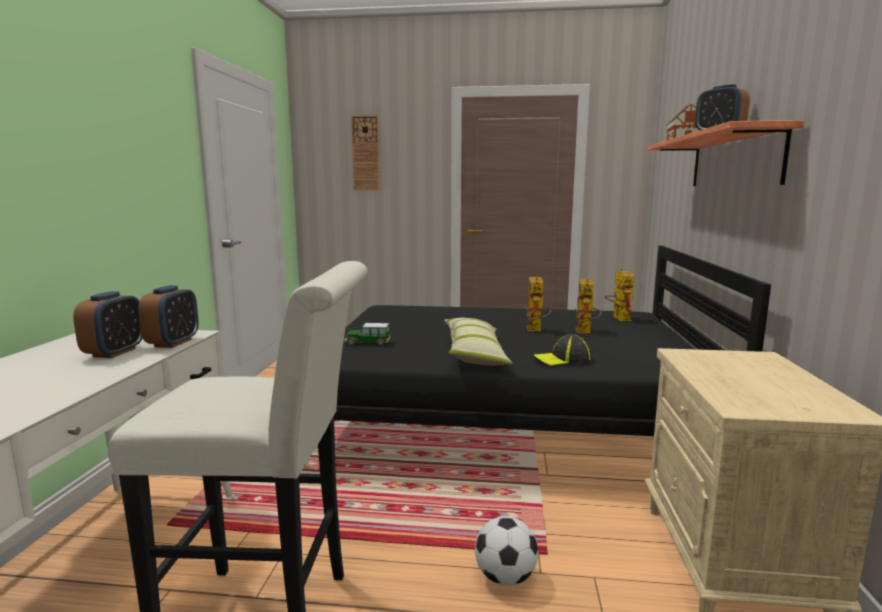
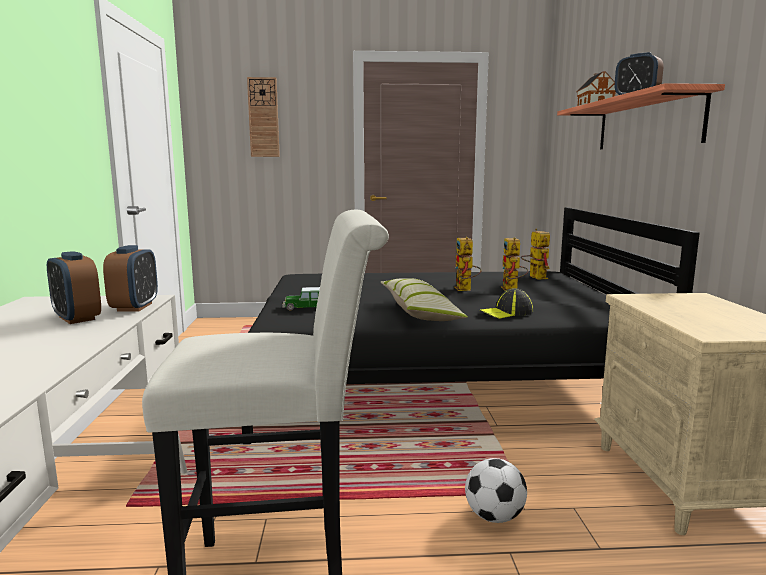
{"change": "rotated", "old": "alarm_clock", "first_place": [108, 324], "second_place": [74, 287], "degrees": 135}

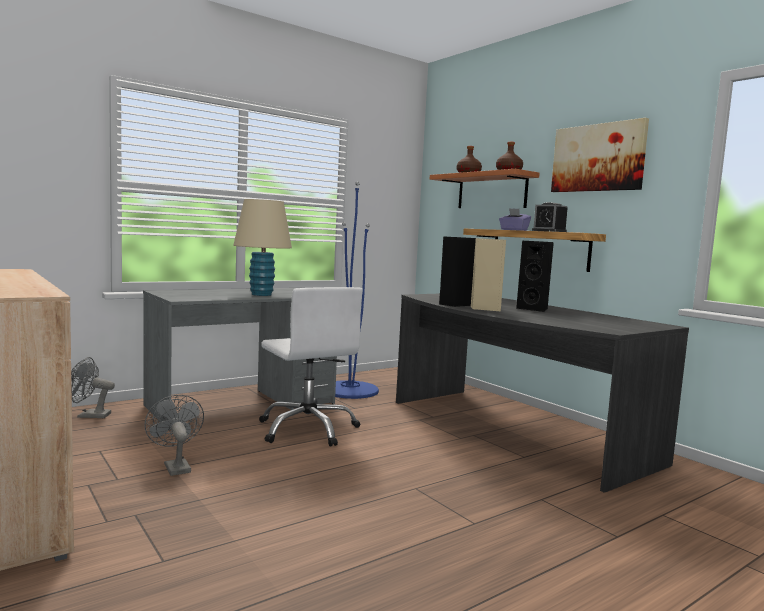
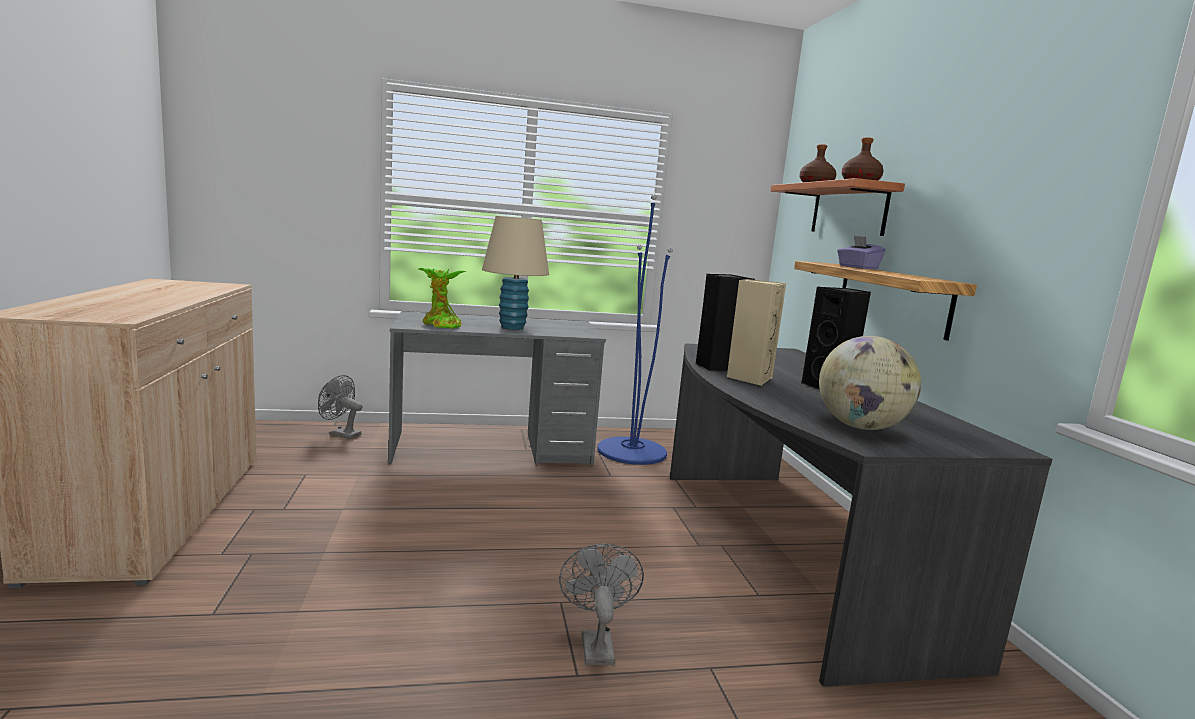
{"change": "gone", "old": "white_office_chair", "first_place": [311, 367]}
{"change": "gone", "old": "alarm_clock", "first_place": [550, 217]}
{"change": "gone", "old": "picture", "first_place": [600, 155]}
{"change": "new", "new": "potted_plant", "second_place": [442, 298]}
{"change": "new", "new": "globe", "second_place": [870, 383]}
{"change": "shifted", "old": "grey_fan", "first_place": [174, 435], "second_place": [601, 604]}

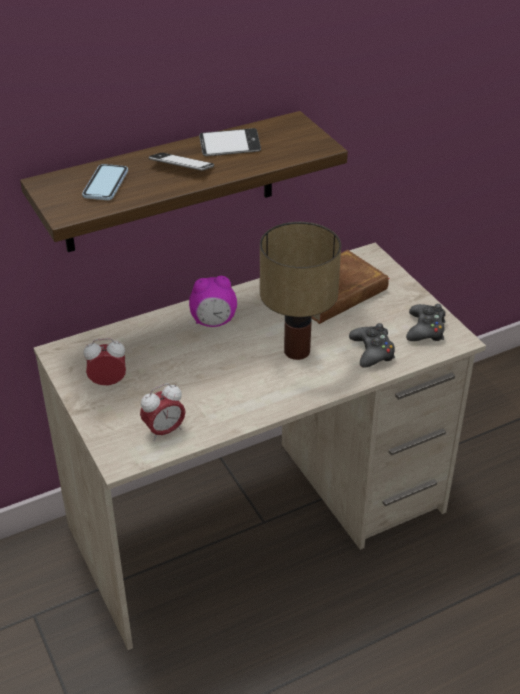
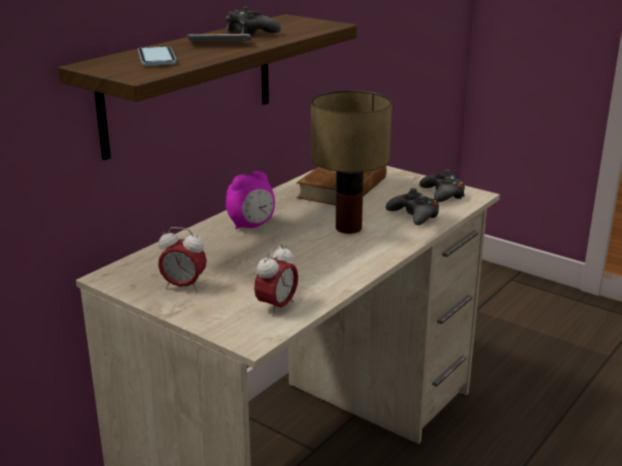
{"change": "swapped", "old": "phone", "new": "black_game_controller", "first_place": [230, 142], "second_place": [253, 21]}
{"change": "rotated", "old": "alarm_clock", "first_place": [104, 361], "second_place": [182, 259], "degrees": -135}

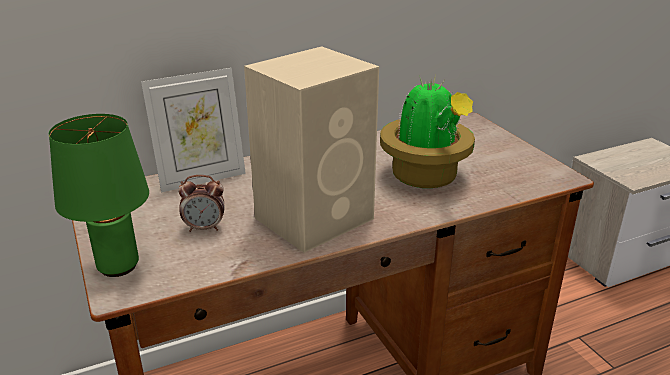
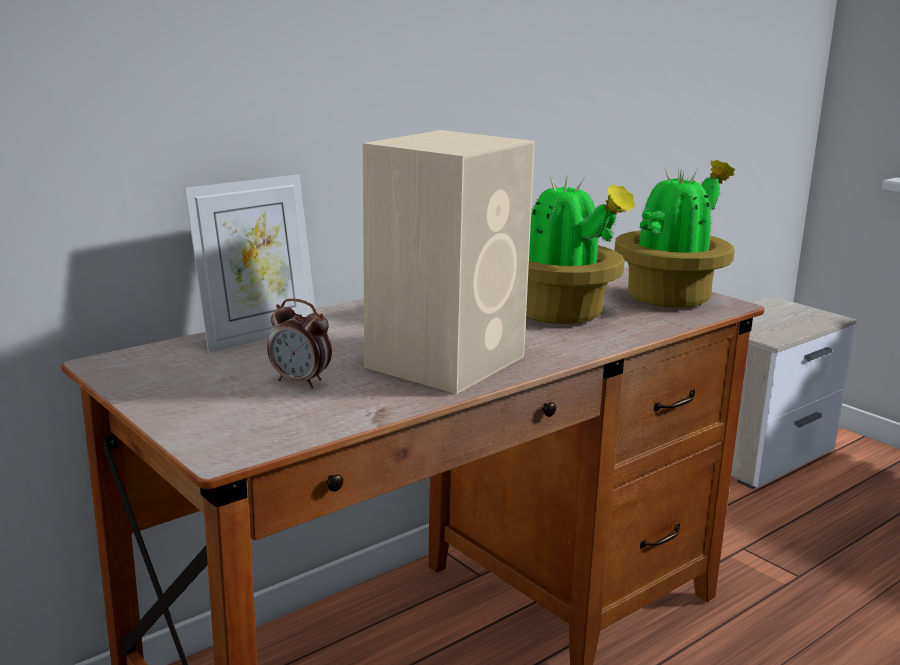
{"change": "gone", "old": "green_table_lamp", "first_place": [99, 195]}
{"change": "new", "new": "potted_plant", "second_place": [674, 234]}
{"change": "rotated", "old": "alarm_clock", "first_place": [201, 203], "second_place": [299, 343], "degrees": 45}

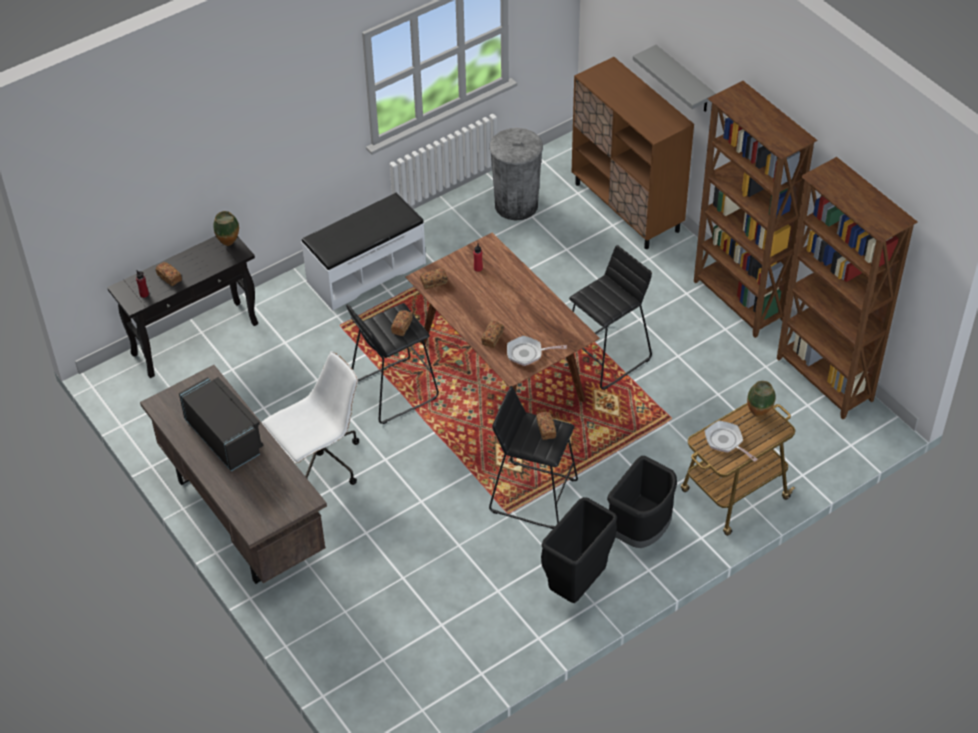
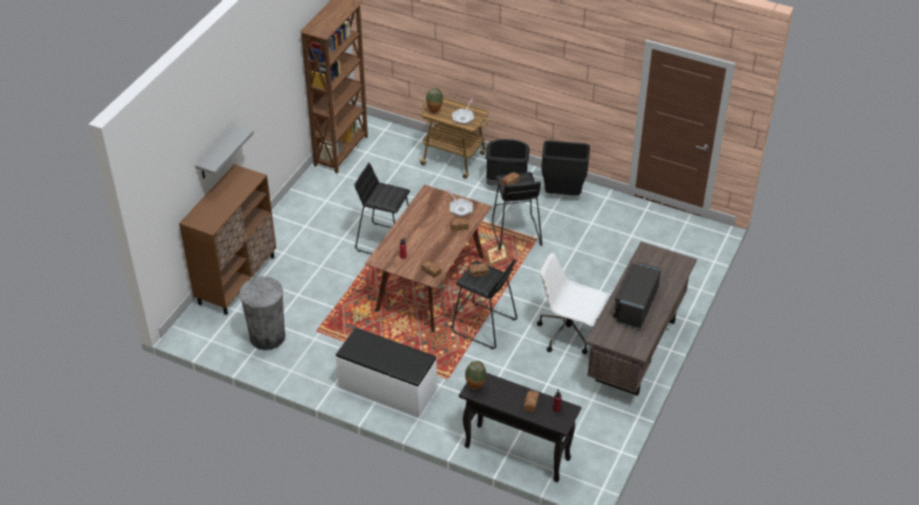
{"change": "gone", "old": "brown_bookcase", "first_place": [756, 209]}

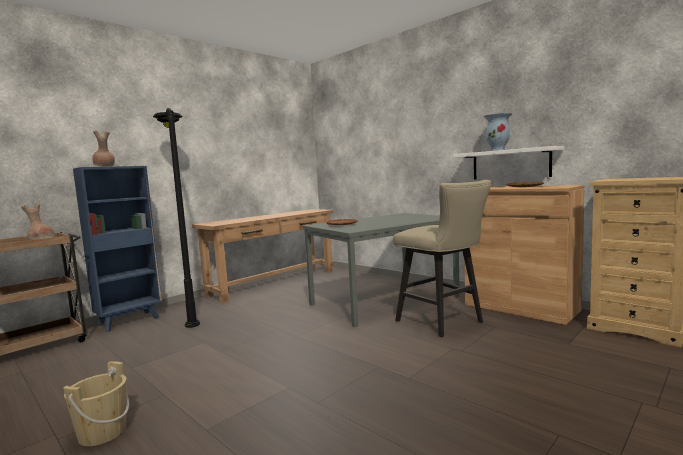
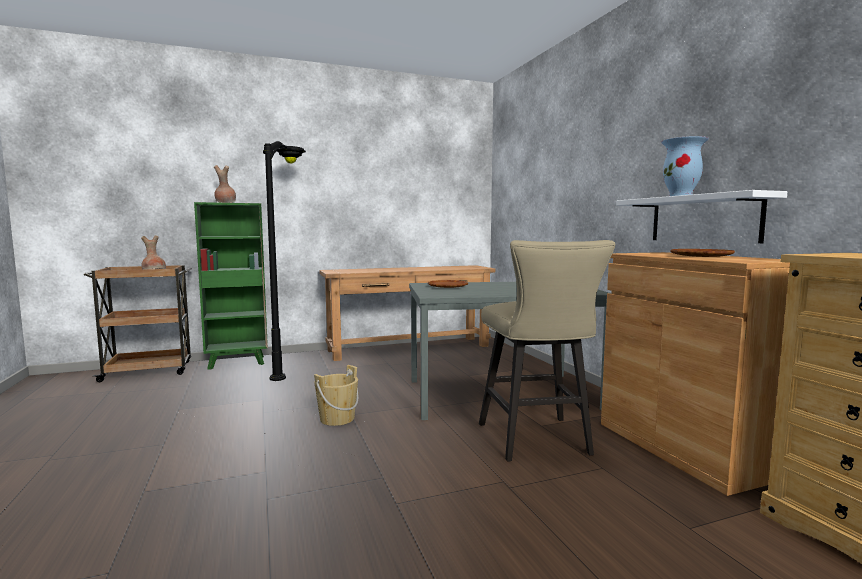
{"change": "shifted", "old": "beige_bucket", "first_place": [96, 403], "second_place": [336, 395]}
{"change": "repainted", "old": "blue_bookcase", "new": "green_bookcase", "first_place": [117, 249], "second_place": [231, 286]}

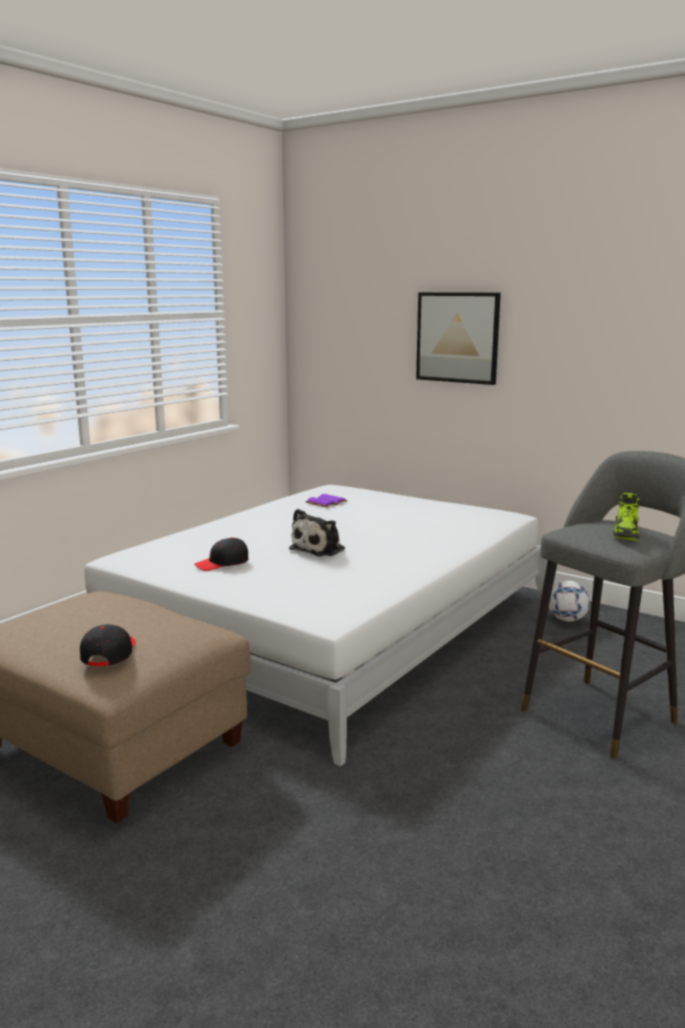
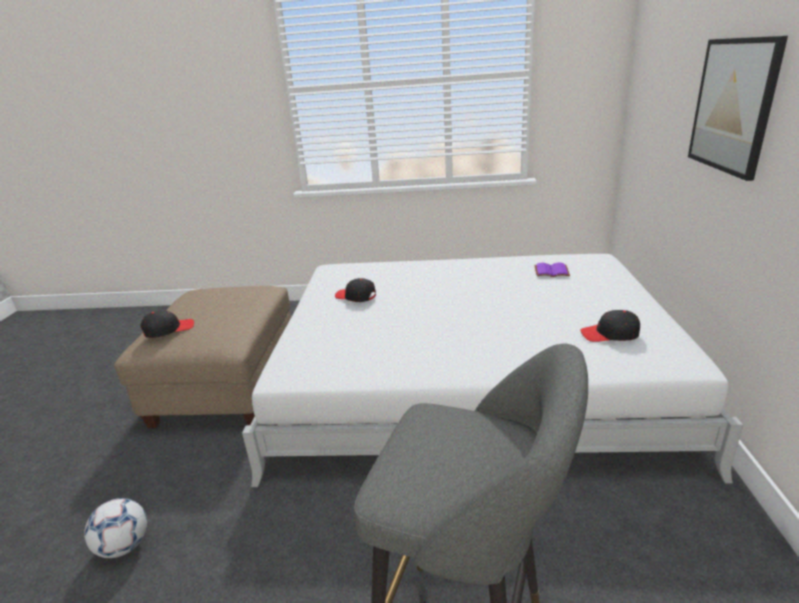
{"change": "gone", "old": "plush_toy", "first_place": [317, 532]}
{"change": "gone", "old": "shoe", "first_place": [626, 517]}
{"change": "new", "new": "black_cap", "second_place": [610, 326]}
{"change": "shifted", "old": "football", "first_place": [569, 601], "second_place": [115, 528]}

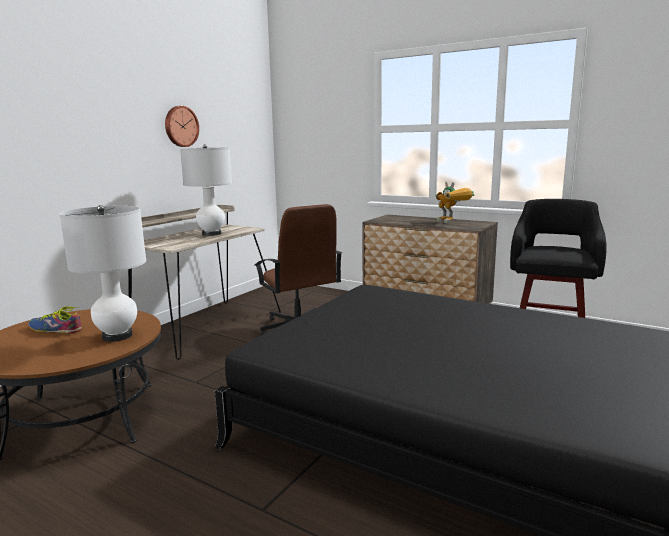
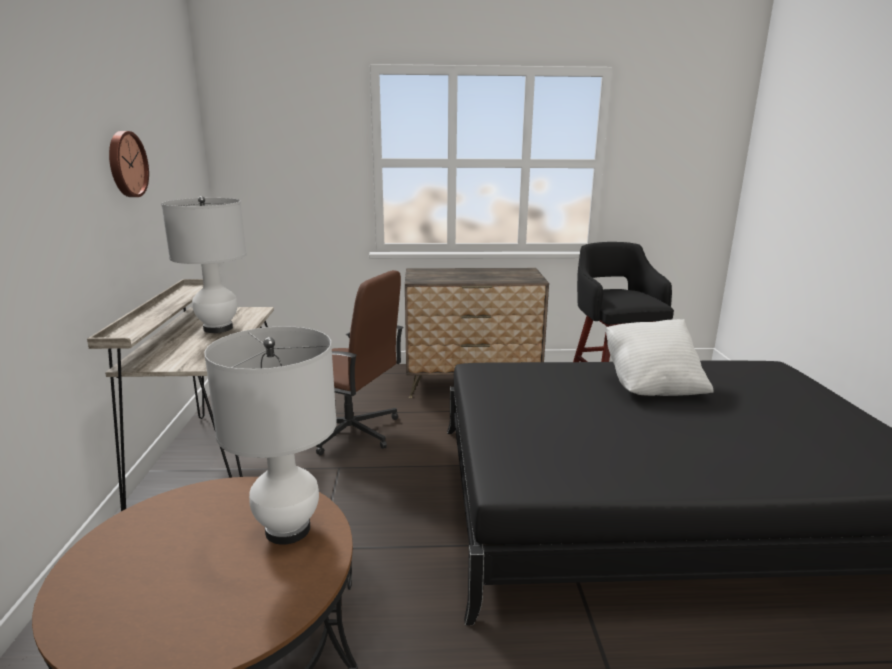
{"change": "gone", "old": "shoe", "first_place": [55, 320]}
{"change": "gone", "old": "toy_robot", "first_place": [454, 202]}
{"change": "new", "new": "white_pillow", "second_place": [659, 357]}

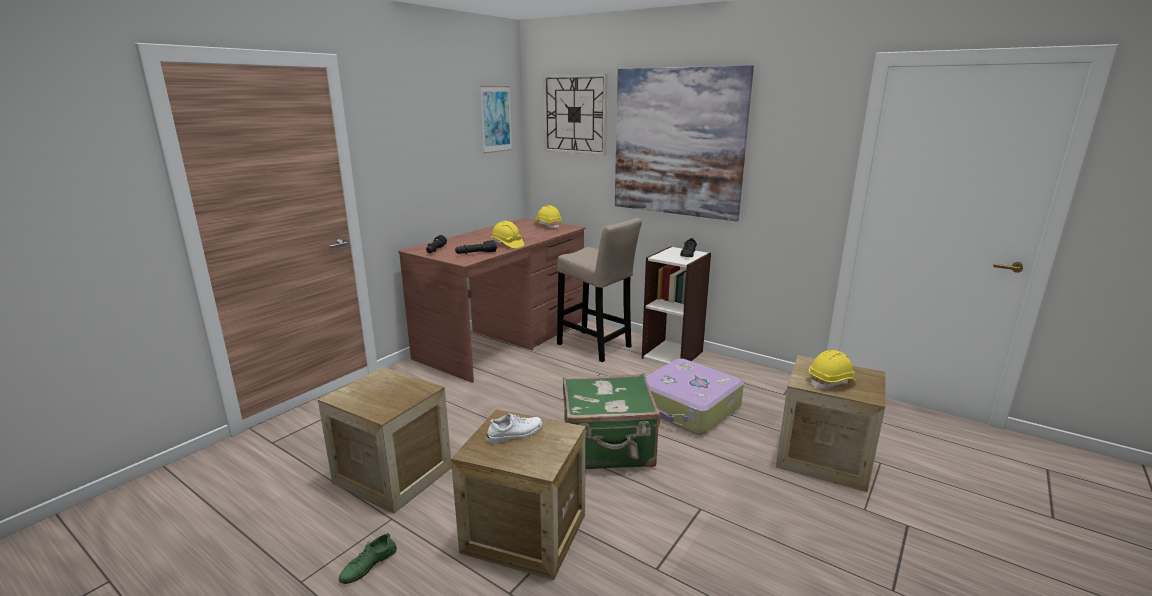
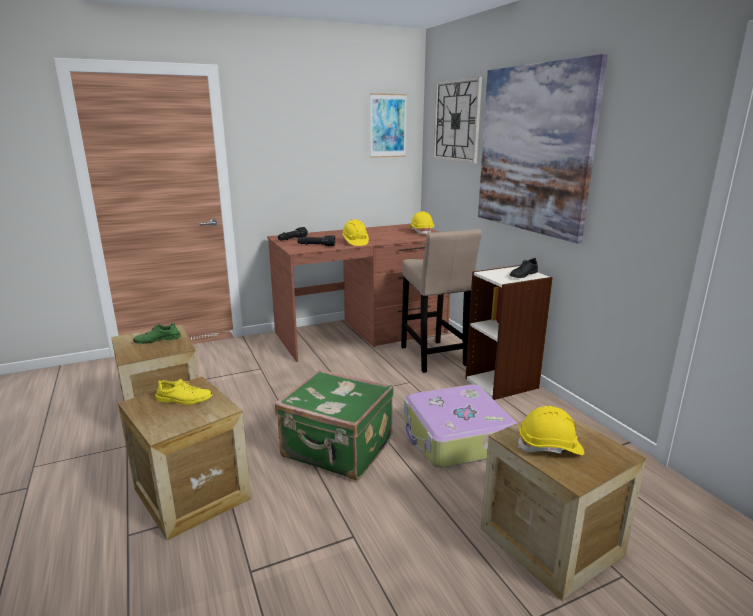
{"change": "shifted", "old": "green_shoe", "first_place": [368, 558], "second_place": [157, 333]}
{"change": "repainted", "old": "white_shoe", "new": "yellow_shoe", "first_place": [514, 428], "second_place": [184, 392]}

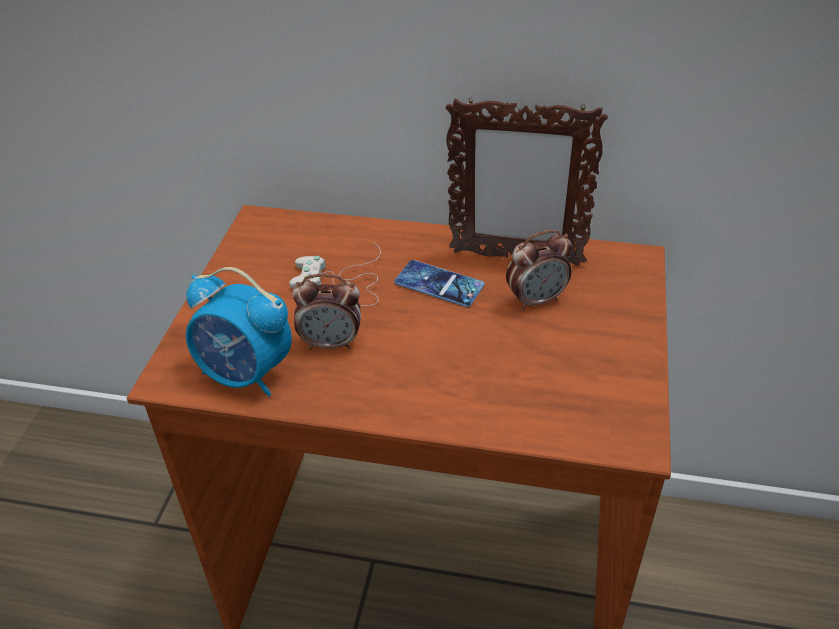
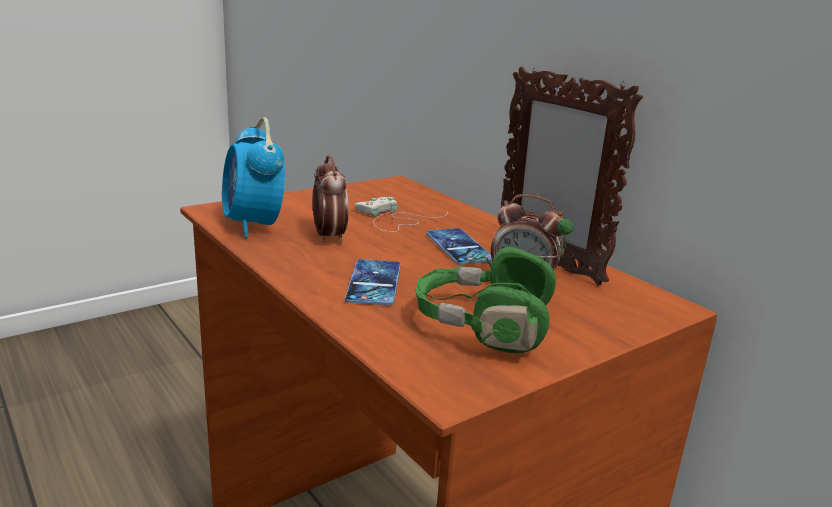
{"change": "new", "new": "phone", "second_place": [373, 282]}
{"change": "new", "new": "green_headphones", "second_place": [495, 286]}
{"change": "rotated", "old": "alarm_clock", "first_place": [326, 312], "second_place": [331, 199], "degrees": -150}

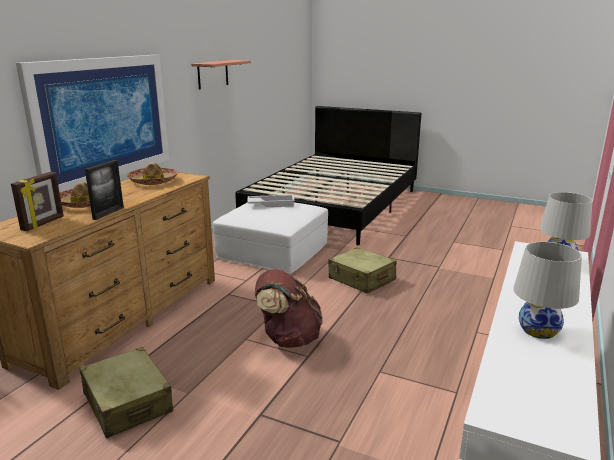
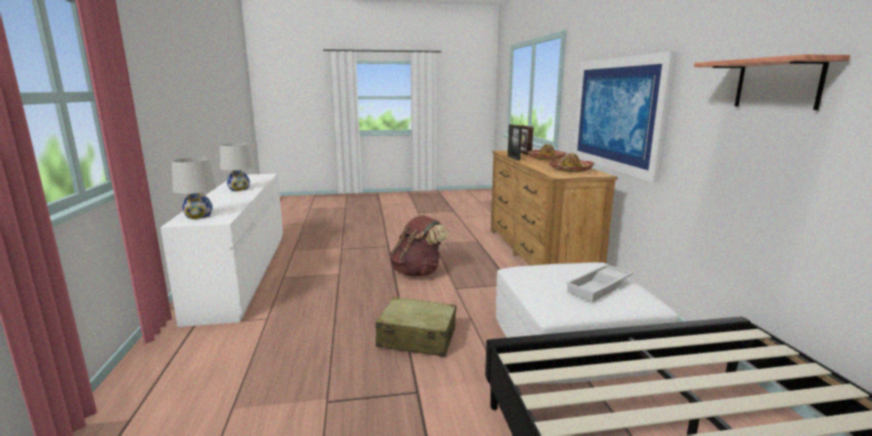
{"change": "gone", "old": "beige_suitcase", "first_place": [126, 392]}

